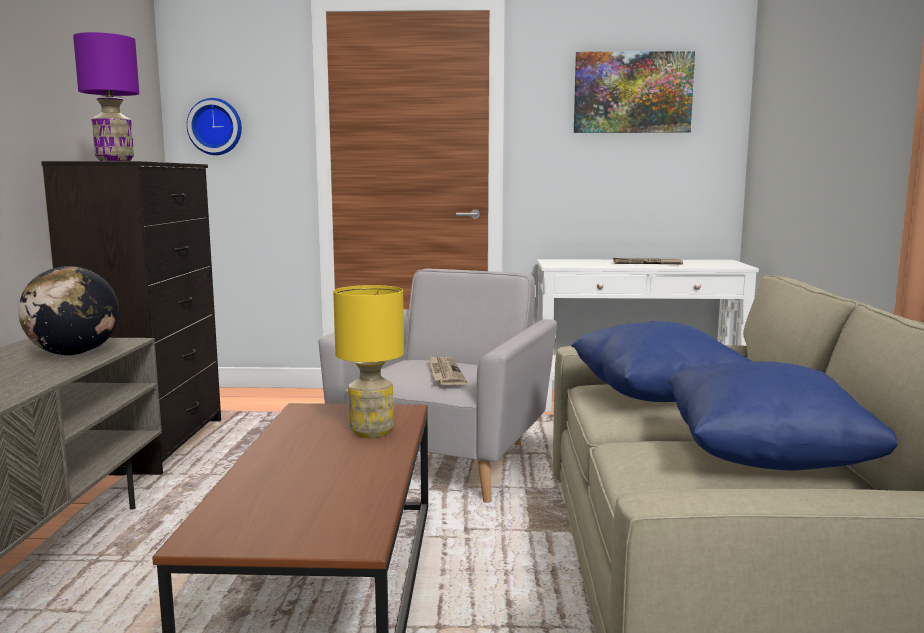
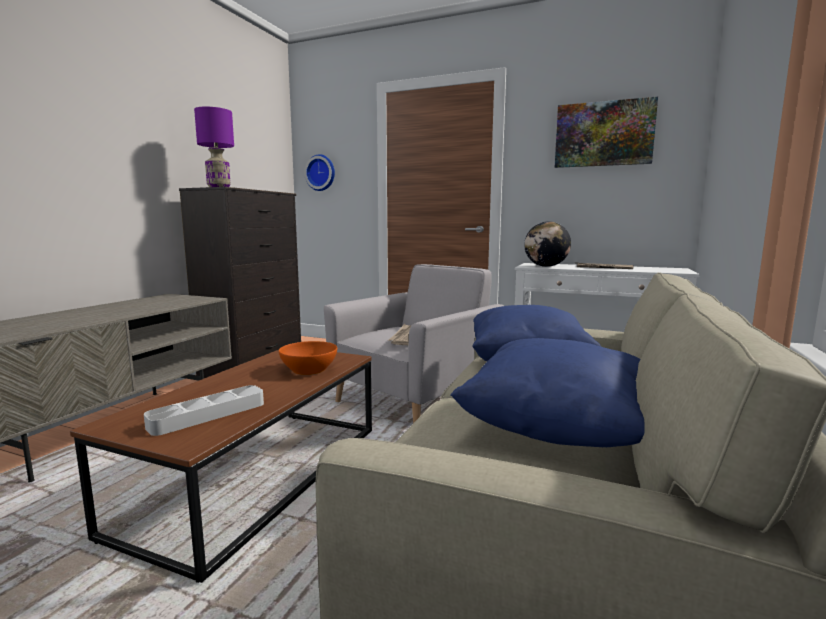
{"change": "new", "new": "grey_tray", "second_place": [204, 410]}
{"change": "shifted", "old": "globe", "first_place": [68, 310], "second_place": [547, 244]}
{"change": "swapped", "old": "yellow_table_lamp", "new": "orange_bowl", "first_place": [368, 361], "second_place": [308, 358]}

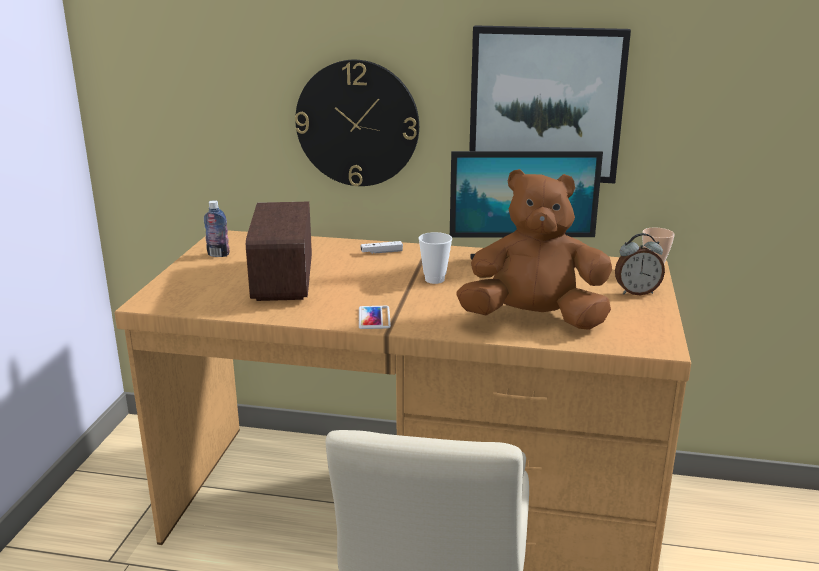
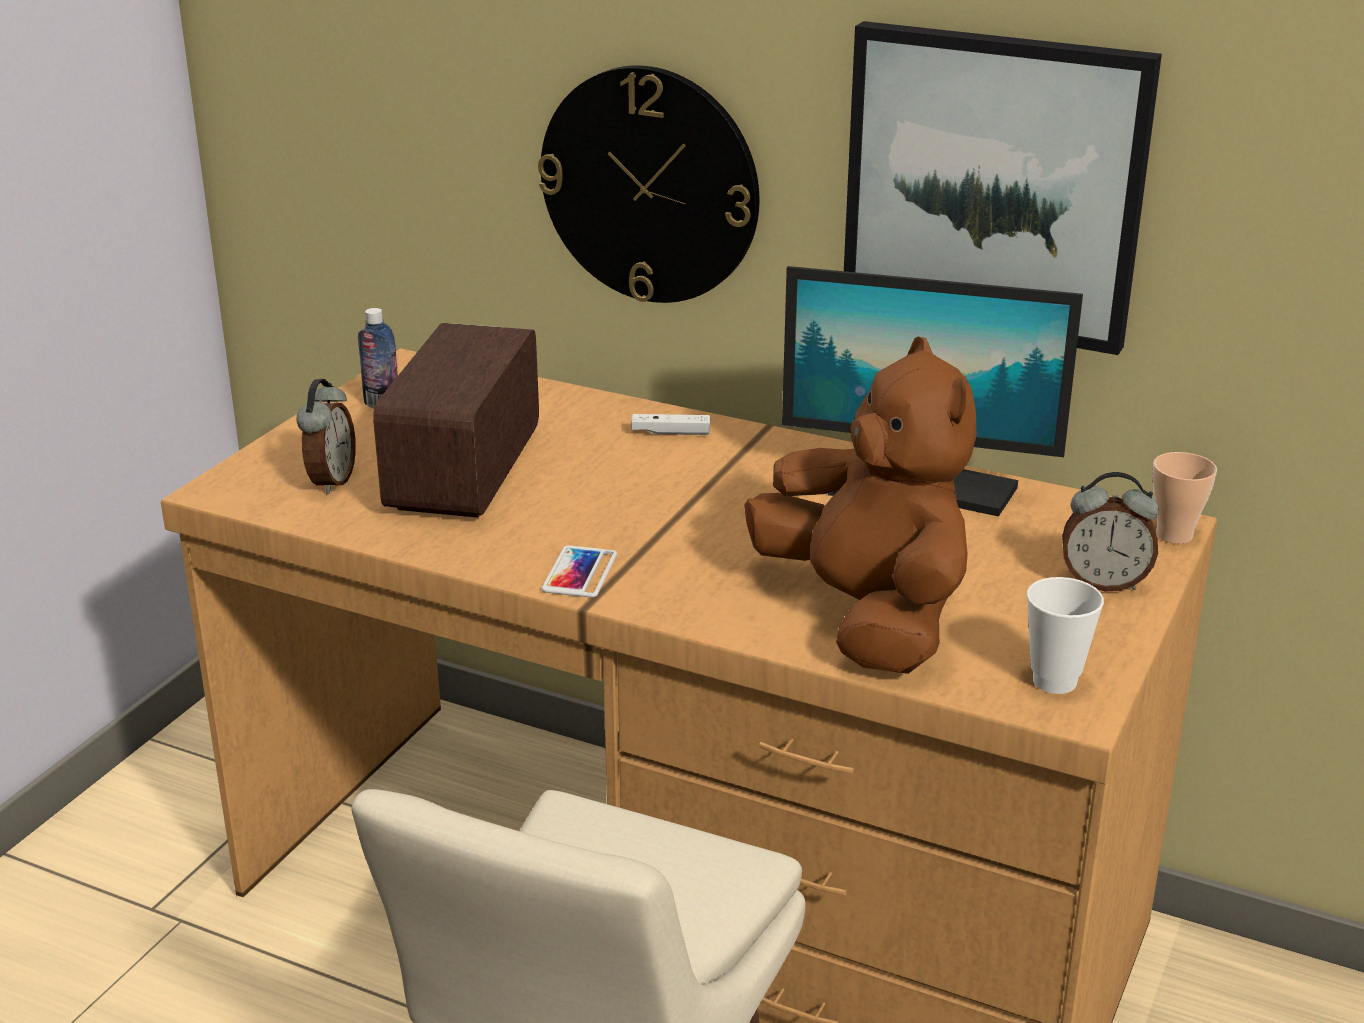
{"change": "new", "new": "alarm_clock", "second_place": [326, 436]}
{"change": "shifted", "old": "cup", "first_place": [435, 258], "second_place": [1065, 635]}
{"change": "rotated", "old": "brown_plush_toy", "first_place": [534, 249], "second_place": [860, 505], "degrees": 45}

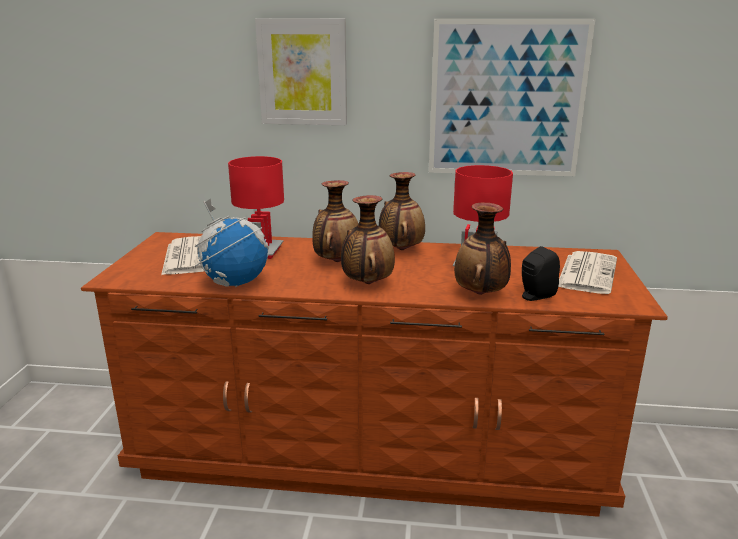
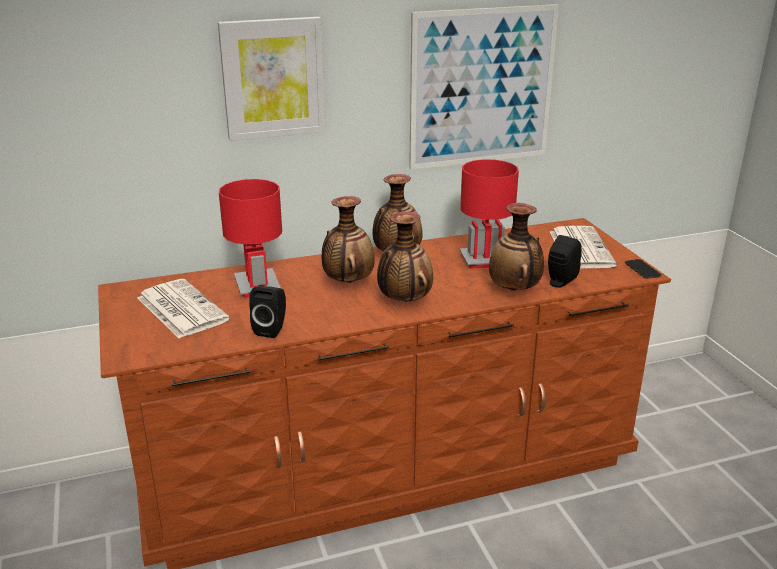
{"change": "new", "new": "phone", "second_place": [643, 269]}
{"change": "swapped", "old": "globe", "new": "black_speaker", "first_place": [232, 243], "second_place": [267, 312]}

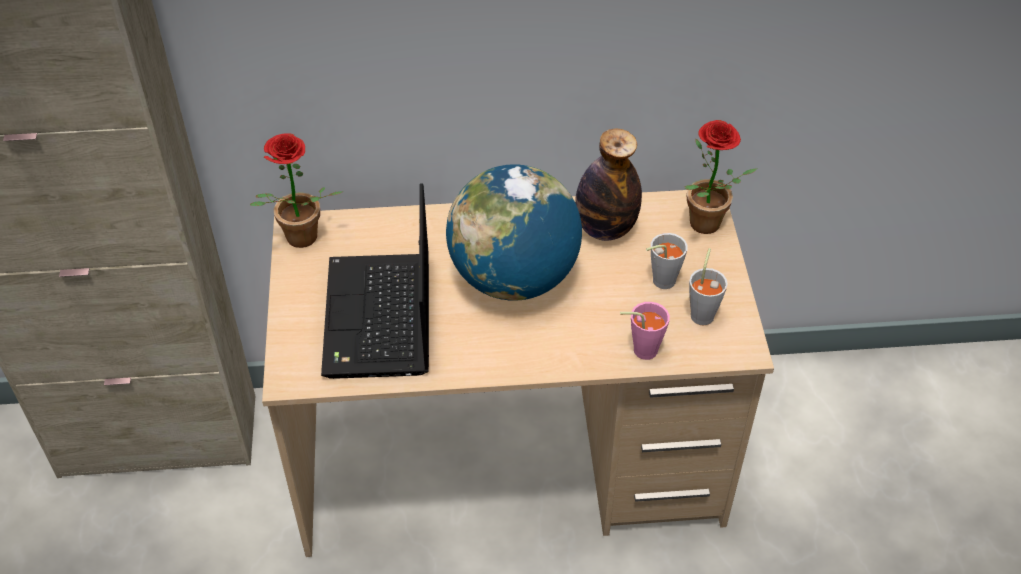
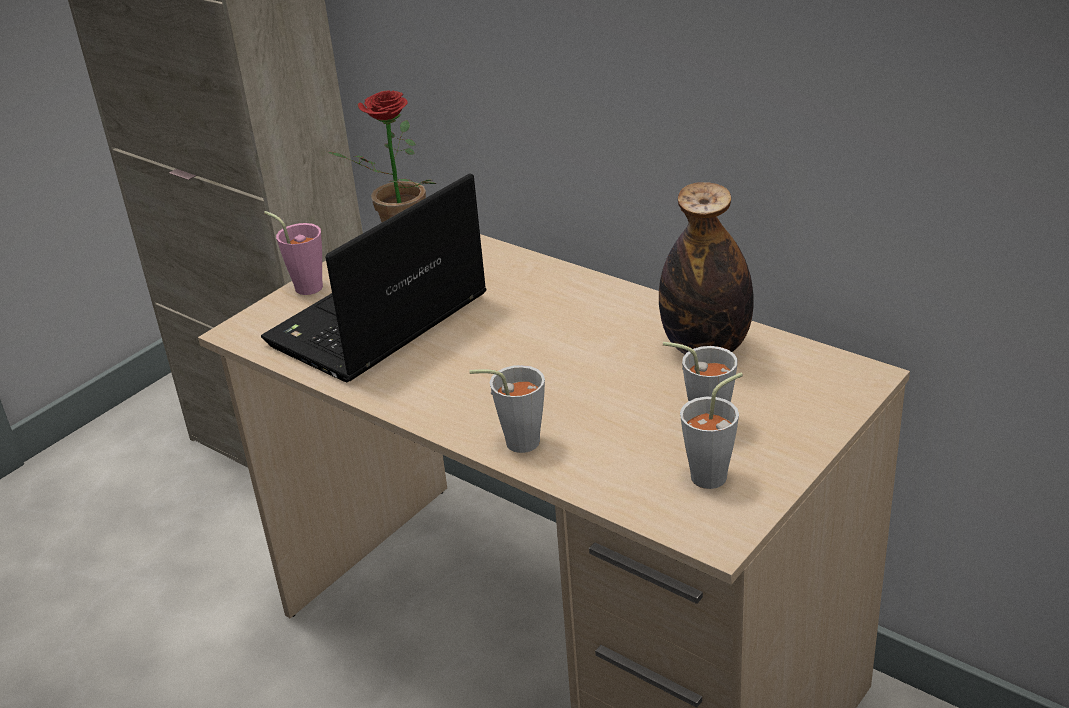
{"change": "gone", "old": "globe", "first_place": [514, 232]}
{"change": "gone", "old": "potted_plant", "first_place": [721, 177]}
{"change": "new", "new": "grey_cup", "second_place": [507, 409]}
{"change": "shifted", "old": "pink_cup", "first_place": [645, 331], "second_place": [293, 253]}

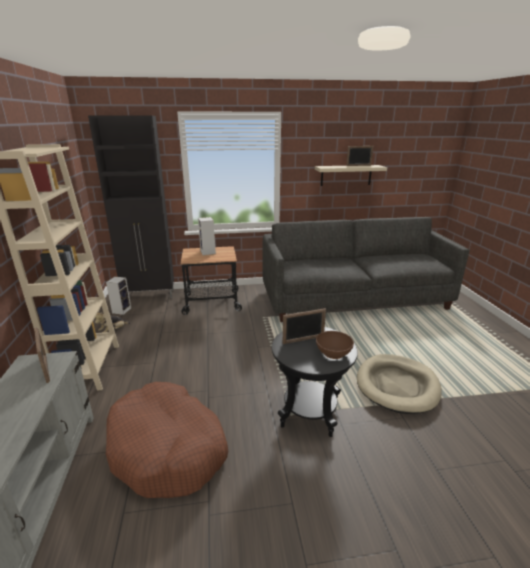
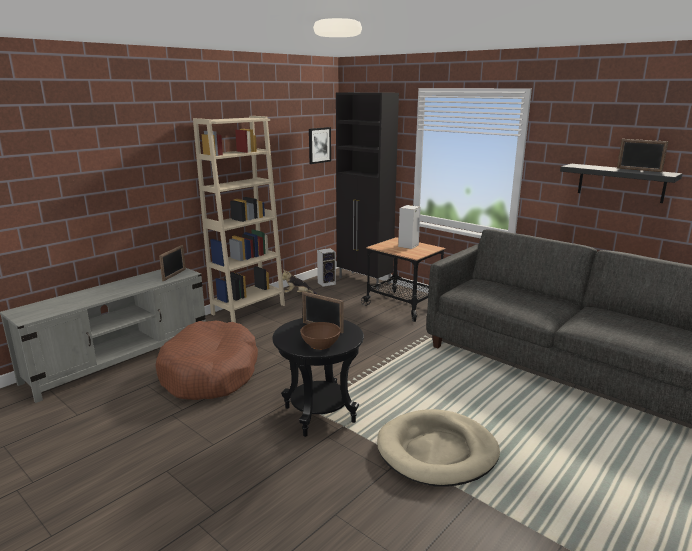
{"change": "new", "new": "picture", "second_place": [320, 145]}
{"change": "repainted", "old": "beige_shelf", "new": "black_shelf", "first_place": [351, 175], "second_place": [621, 183]}

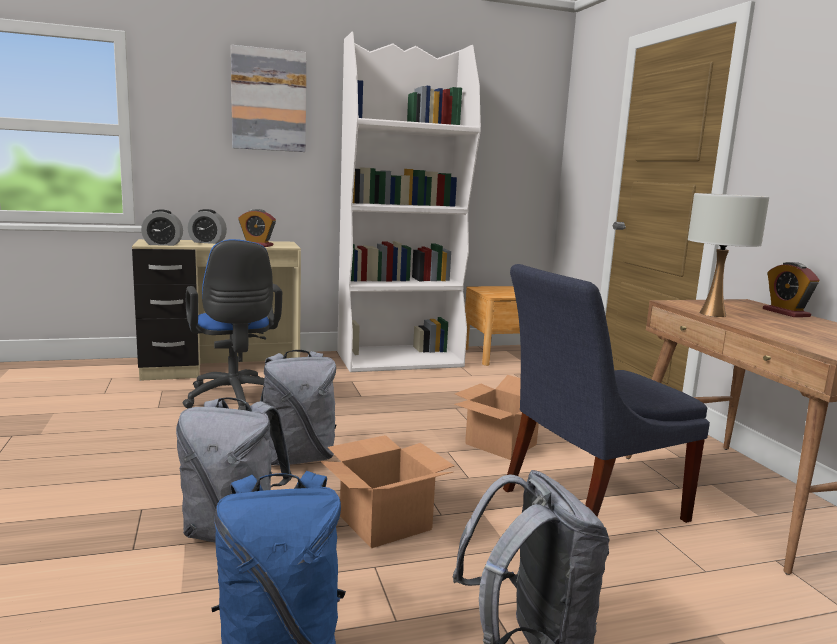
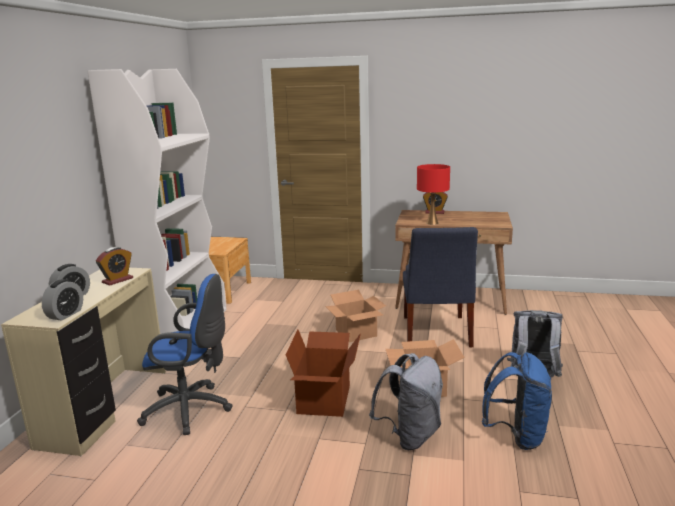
{"change": "gone", "old": "picture", "first_place": [268, 98]}
{"change": "swapped", "old": "grey_backpack", "new": "cardboard_box", "first_place": [298, 408], "second_place": [323, 373]}
{"change": "repainted", "old": "white_table_lamp", "new": "red_table_lamp", "first_place": [728, 255], "second_place": [433, 194]}

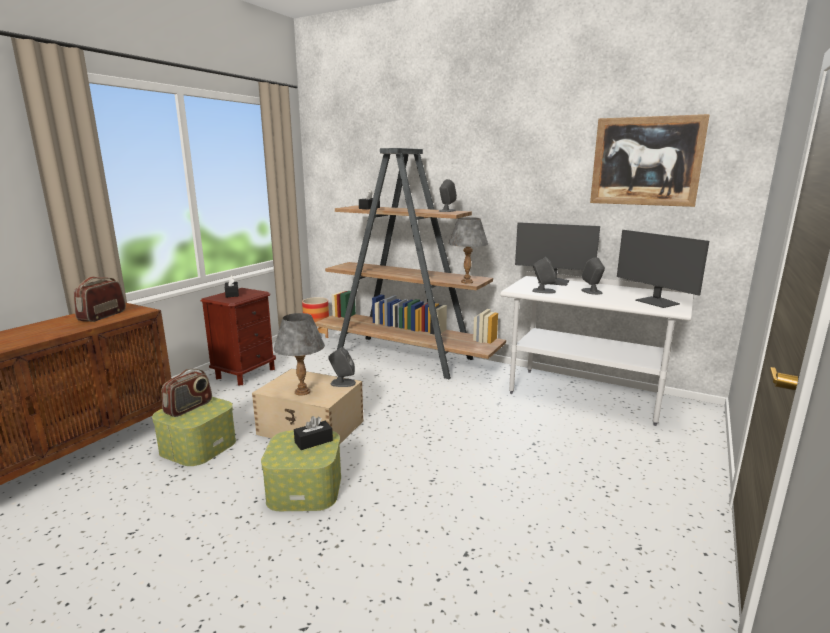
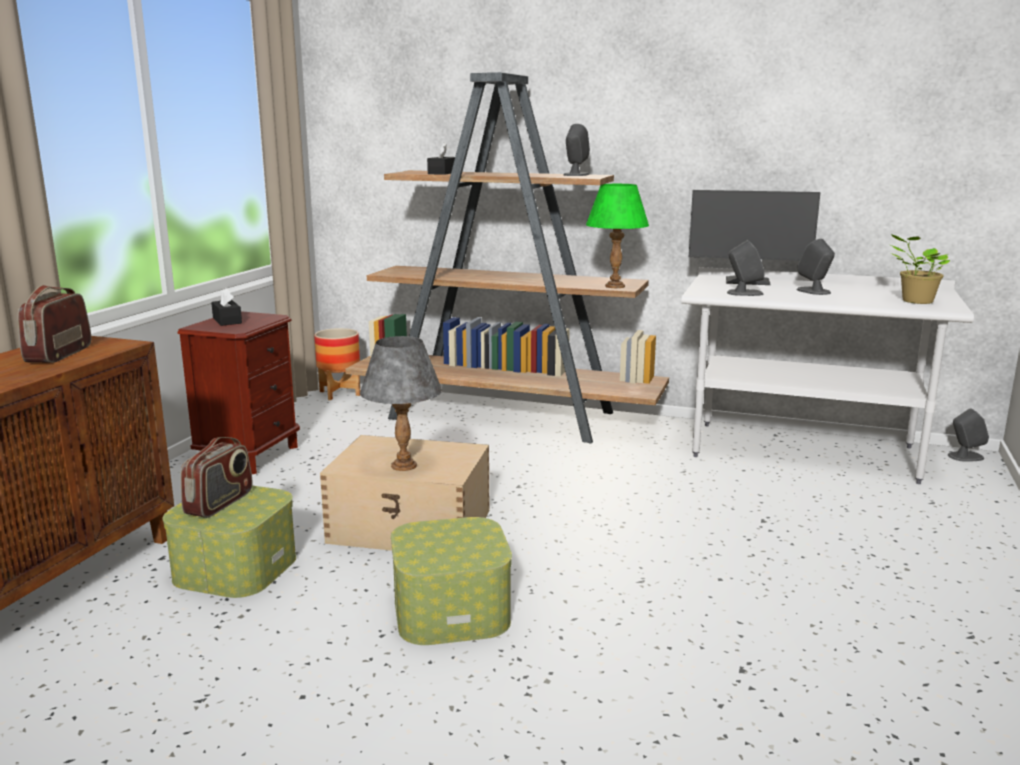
{"change": "gone", "old": "black_tissue_box", "first_place": [313, 433]}
{"change": "gone", "old": "picture", "first_place": [650, 160]}
{"change": "shifted", "old": "grey_speaker", "first_place": [342, 367], "second_place": [968, 435]}
{"change": "swapped", "old": "monitor", "new": "potted_plant", "first_place": [663, 269], "second_place": [920, 269]}
{"change": "repainted", "old": "grey_table_lamp", "new": "green_table_lamp", "first_place": [468, 250], "second_place": [617, 236]}

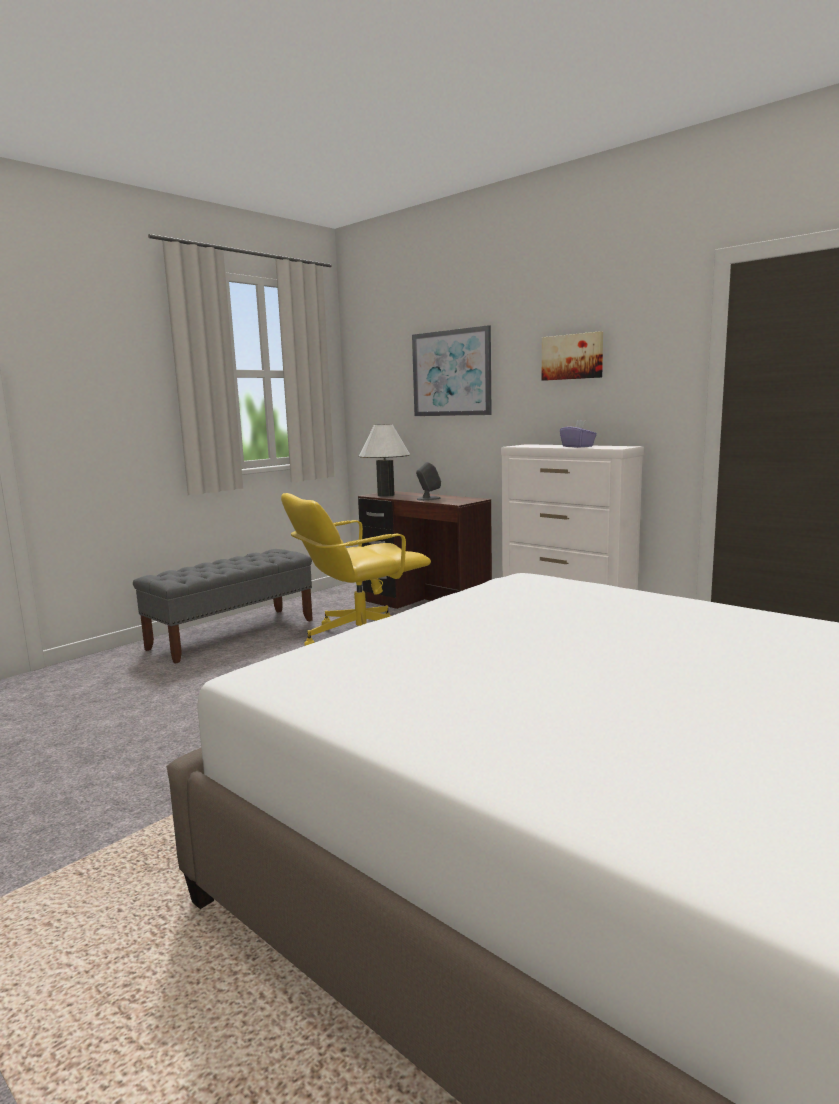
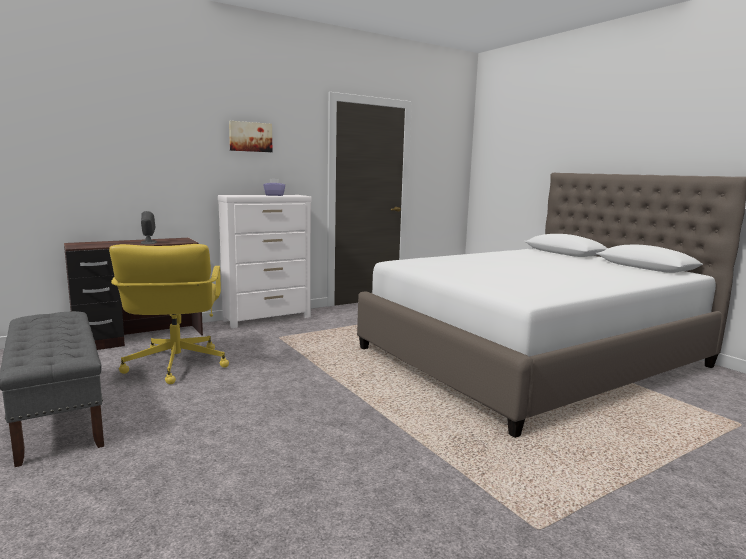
{"change": "gone", "old": "white_table_lamp", "first_place": [384, 460]}
{"change": "gone", "old": "picture", "first_place": [452, 370]}

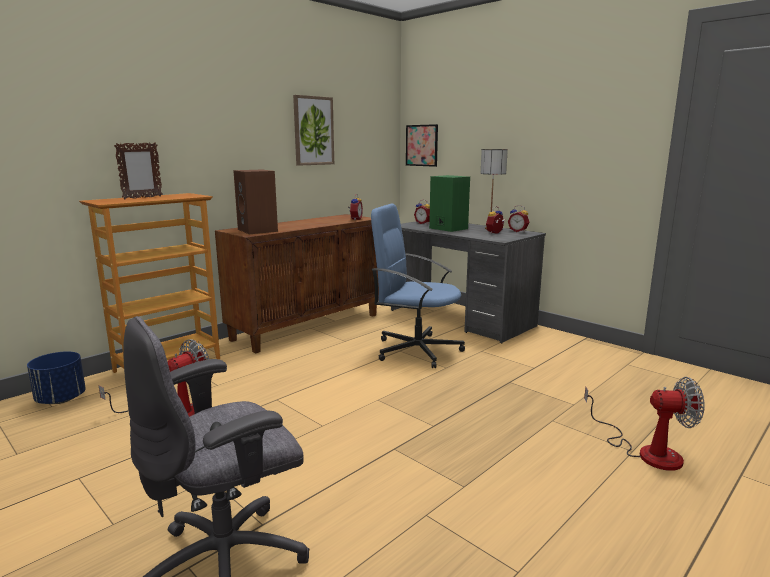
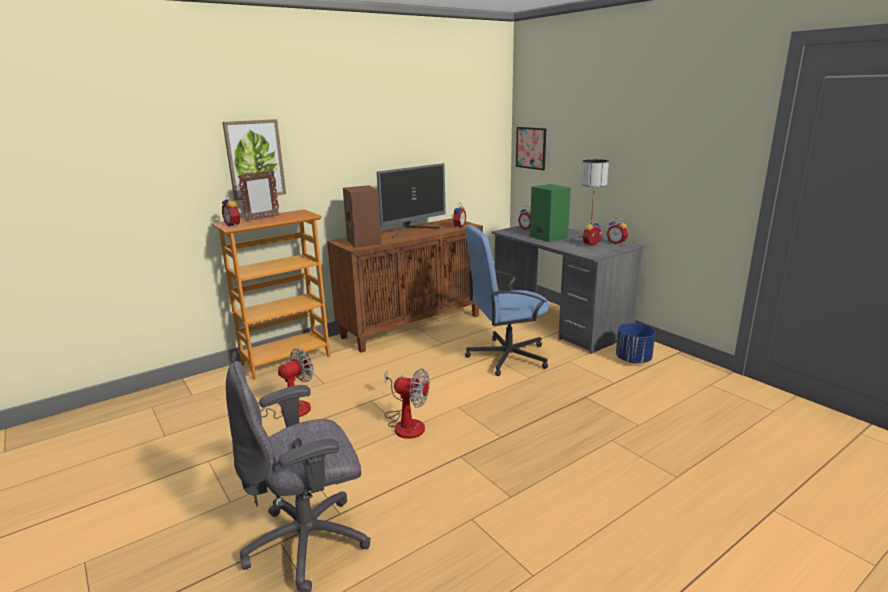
{"change": "new", "new": "alarm_clock", "second_place": [231, 211]}
{"change": "new", "new": "monitor", "second_place": [411, 200]}
{"change": "shifted", "old": "blue_planter", "first_place": [56, 377], "second_place": [635, 343]}
{"change": "shifted", "old": "picture", "first_place": [313, 130], "second_place": [254, 160]}
{"change": "shifted", "old": "fan", "first_place": [644, 424], "second_place": [407, 403]}
{"change": "rotated", "old": "blue_office_chair", "first_place": [418, 286], "second_place": [507, 300], "degrees": -45}

